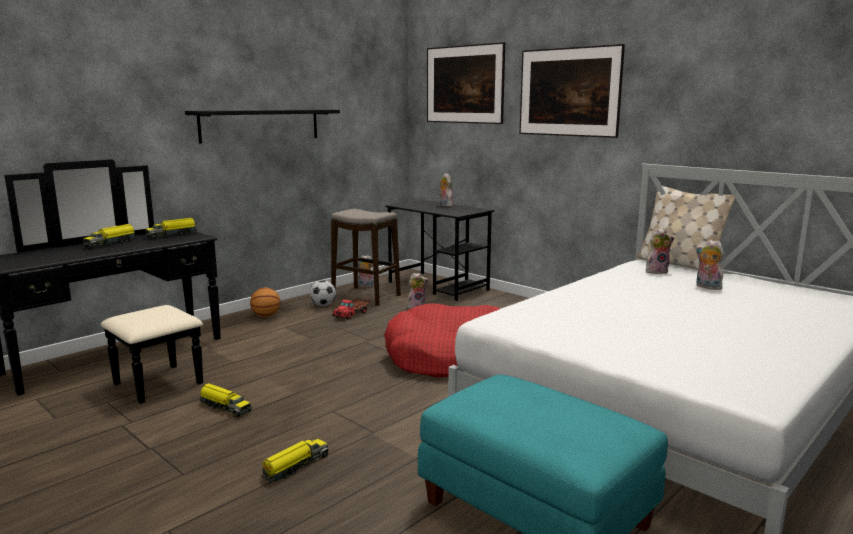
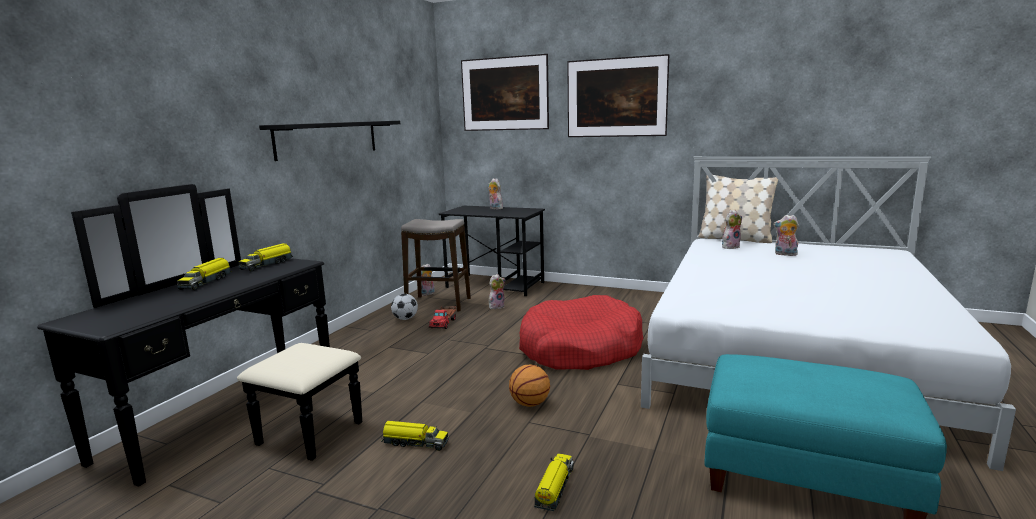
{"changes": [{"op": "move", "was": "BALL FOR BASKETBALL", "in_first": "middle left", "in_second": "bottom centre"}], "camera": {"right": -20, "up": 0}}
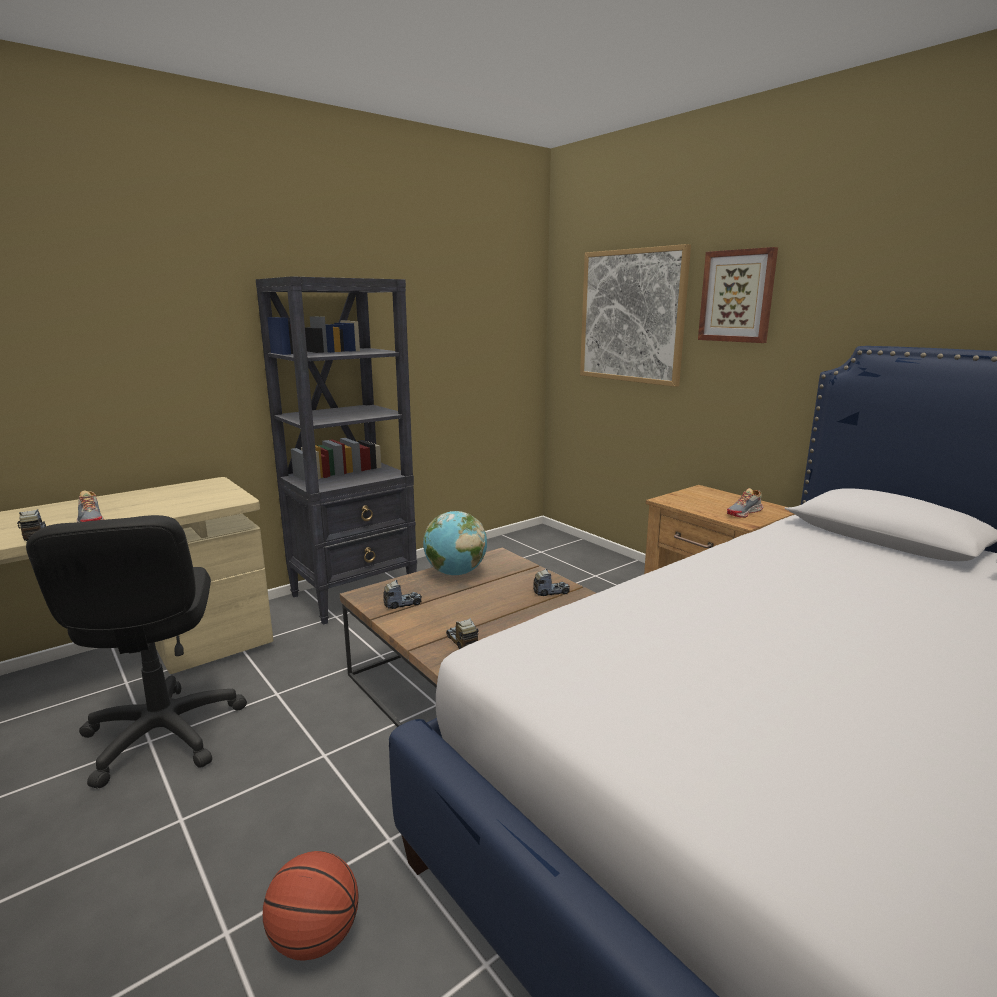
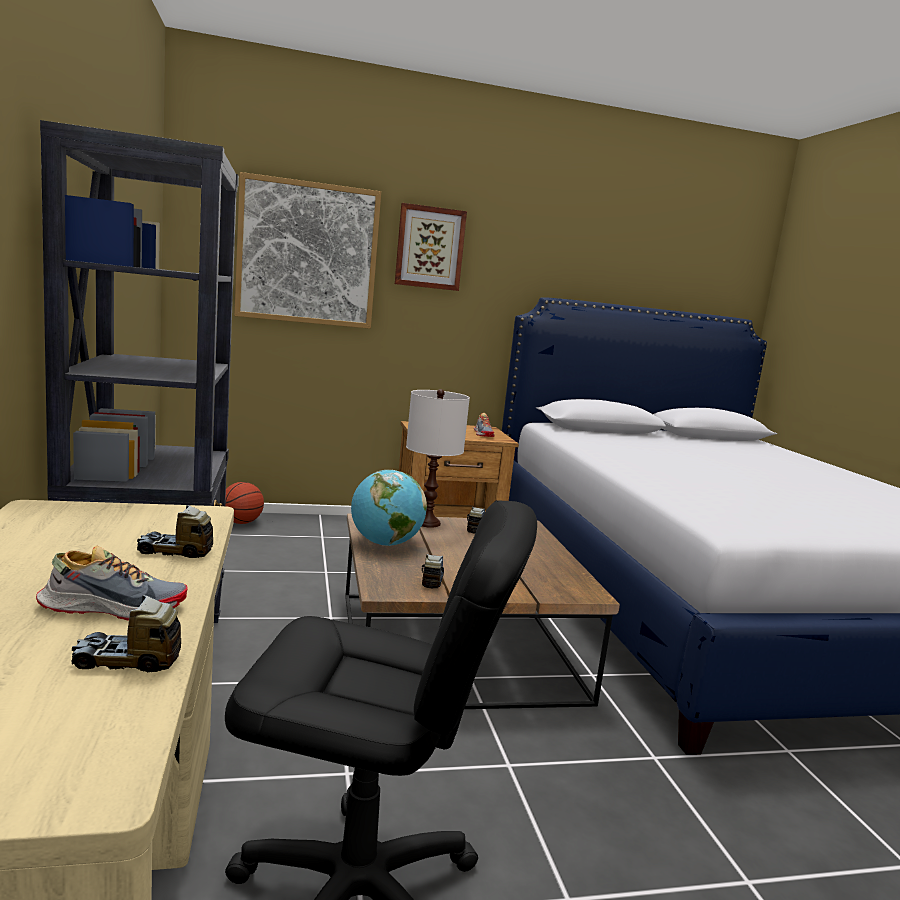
{"changes": [{"op": "move", "was": "TOY TRUCK (3rd from left in the first image)", "now": "TOY TRUCK (2nd from left)", "in_first": "centre", "in_second": "middle left"}, {"op": "move", "was": "BALL FOR BASKETBALL", "in_first": "bottom left", "in_second": "middle left"}, {"op": "insert", "now": "WHITE TABLETOP LAMP", "in_second": "centre"}], "camera": {"right": -65, "up": -5}}
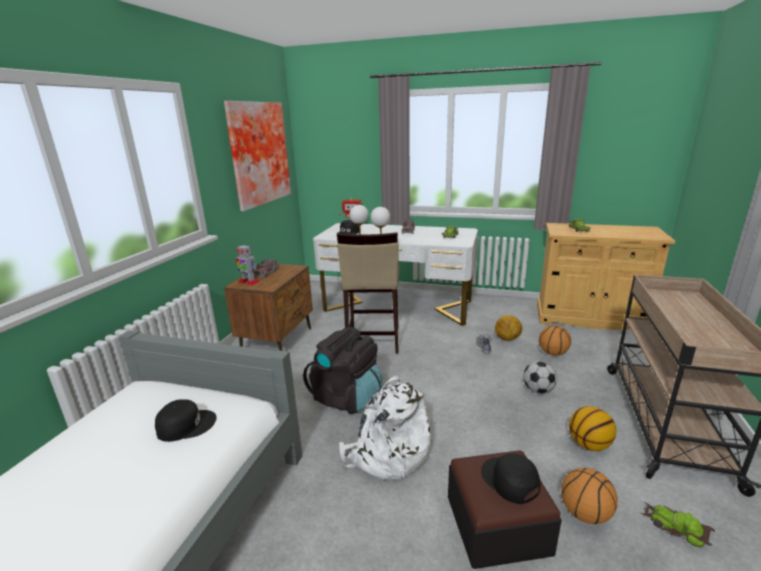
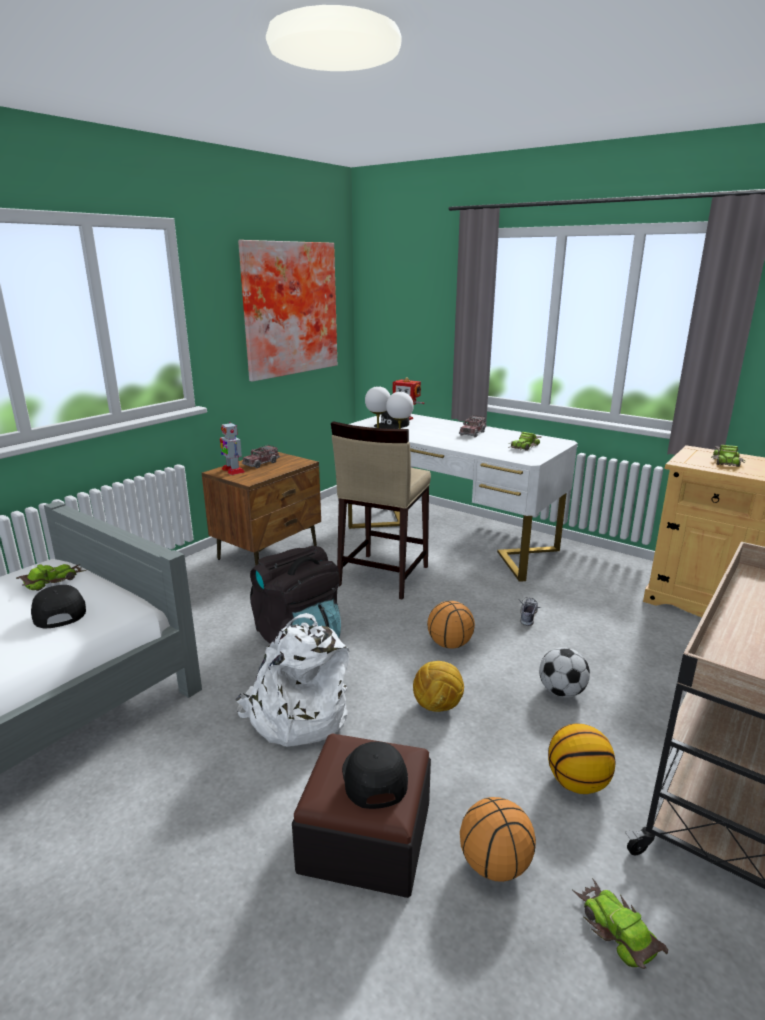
{"changes": [{"op": "move", "was": "FOOTBALL (1st from left)", "in_first": "middle right", "in_second": "bottom centre"}, {"op": "move", "was": "BALL FOR BASKETBALL (1st from left)", "in_first": "middle right", "in_second": "centre"}, {"op": "rotate", "was": "BLACK-COLOURED PEAKED CAP (1st from left)", "in_first": "bottom left", "in_second": "middle left", "clockwise": -120}, {"op": "insert", "now": "MODEL CAR (1st from left)", "in_second": "middle left"}], "camera": {"right": 20, "up": 0}}
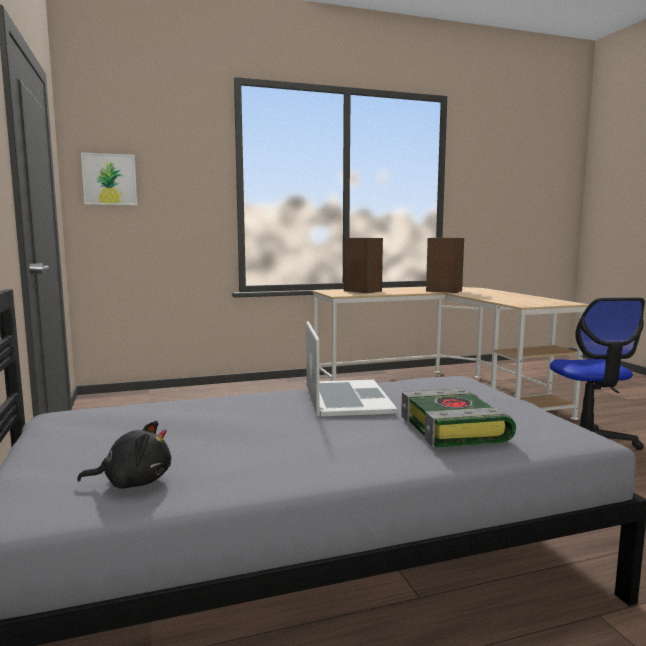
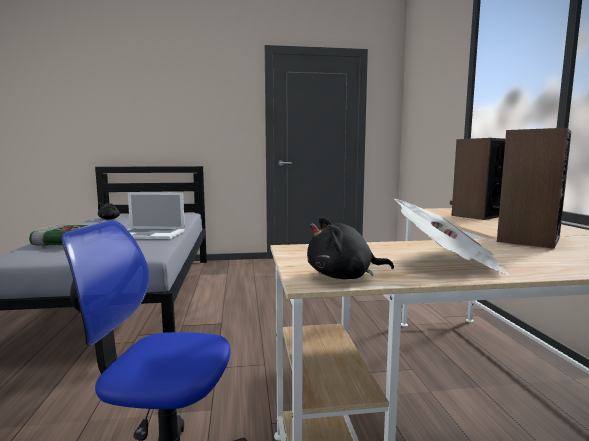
{"changes": [{"op": "delete", "was": "WALL PICTURE", "in_first": "top left"}, {"op": "insert", "now": "PRINTED PAPER", "in_second": "middle right"}, {"op": "insert", "now": "BLACK-COLOURED PLUSH TOY (2nd from left)", "in_second": "centre"}], "camera": {"right": 100, "up": 0}}
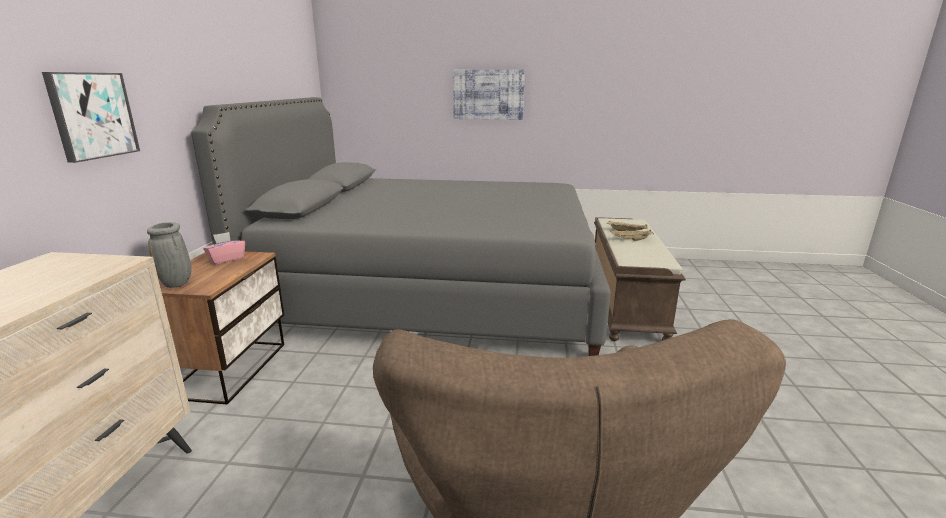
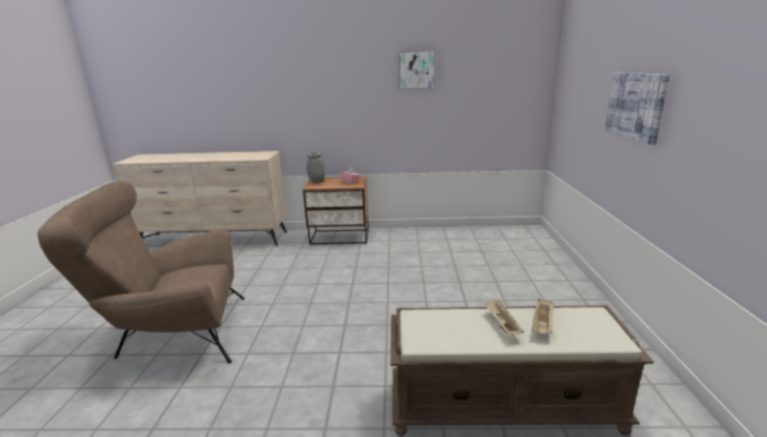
{"changes": [{"op": "move", "was": "WALL PICTURE (1st from left)", "in_first": "top left", "in_second": "top centre"}, {"op": "delete", "was": "GRAY BED", "in_first": "centre"}], "camera": {"right": 85, "up": 0}}
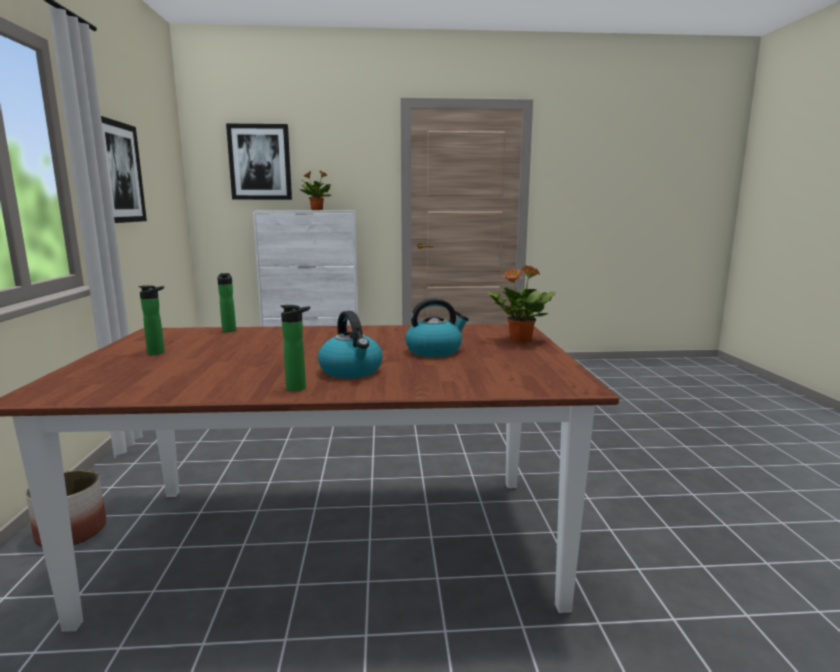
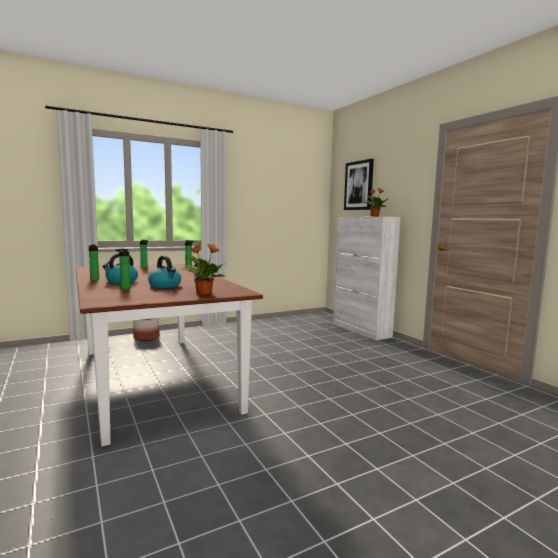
{"changes": [{"op": "delete", "was": "WALL PICTURE (1st from left)", "in_first": "top left"}, {"op": "insert", "now": "DRINK BOTTLE (2nd from left)", "in_second": "middle left"}], "camera": {"right": 65, "up": -5}}
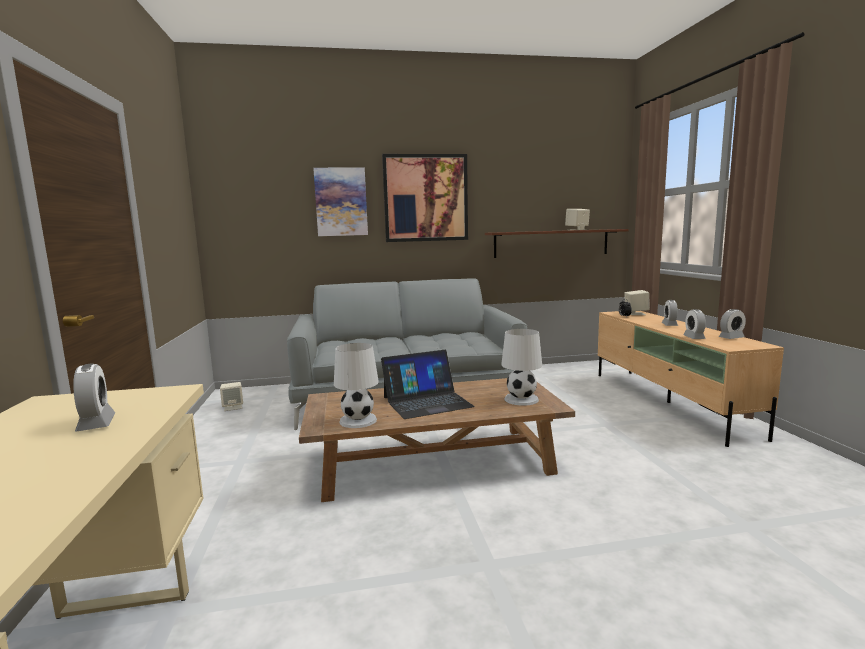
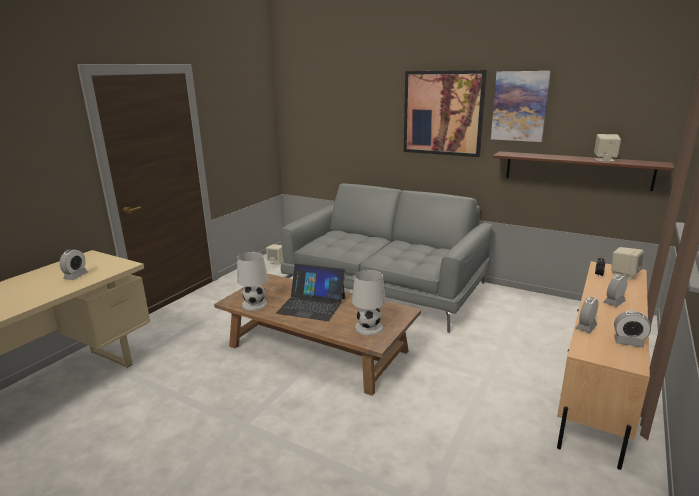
{"changes": [{"op": "move", "was": "WALL PICTURE (1st from left in the first image)", "now": "WALL PICTURE (2nd from left)", "in_first": "top centre", "in_second": "top right"}], "camera": {"right": 40, "up": 10}}
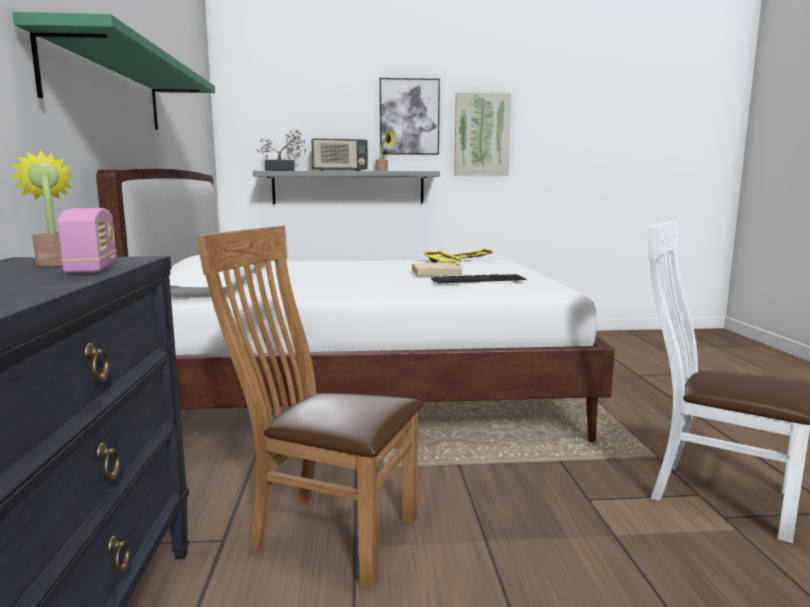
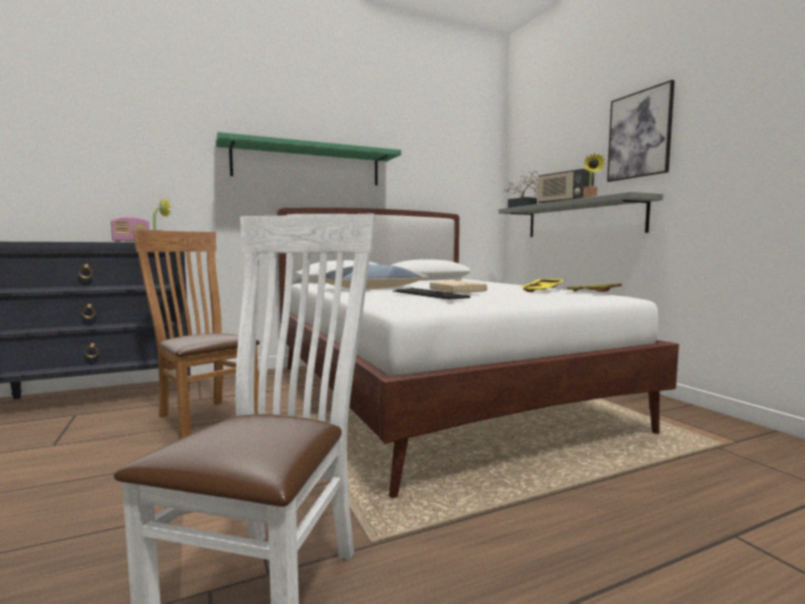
{"changes": [{"op": "delete", "was": "WALL PICTURE (2nd from left)", "in_first": "top centre"}, {"op": "rotate", "was": "BROWN-COLOURED CHAIR", "in_first": "bottom centre", "in_second": "middle left", "clockwise": -45}, {"op": "insert", "now": "THROW PILLOW", "in_second": "centre"}], "camera": {"right": 70, "up": -5}}
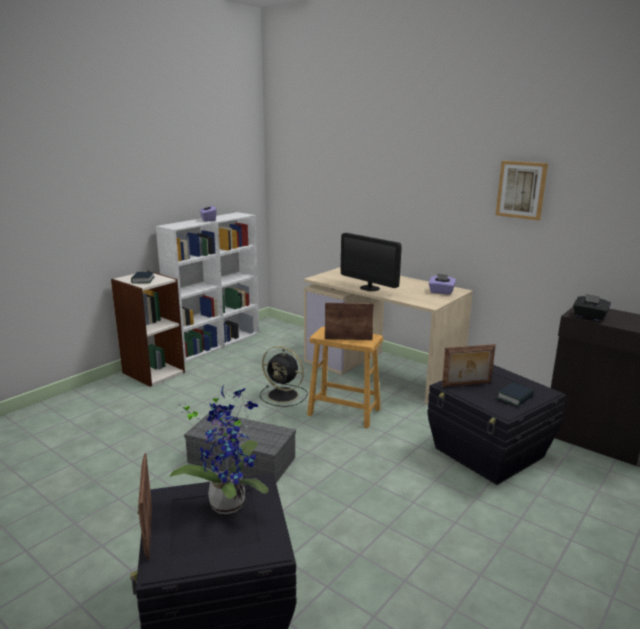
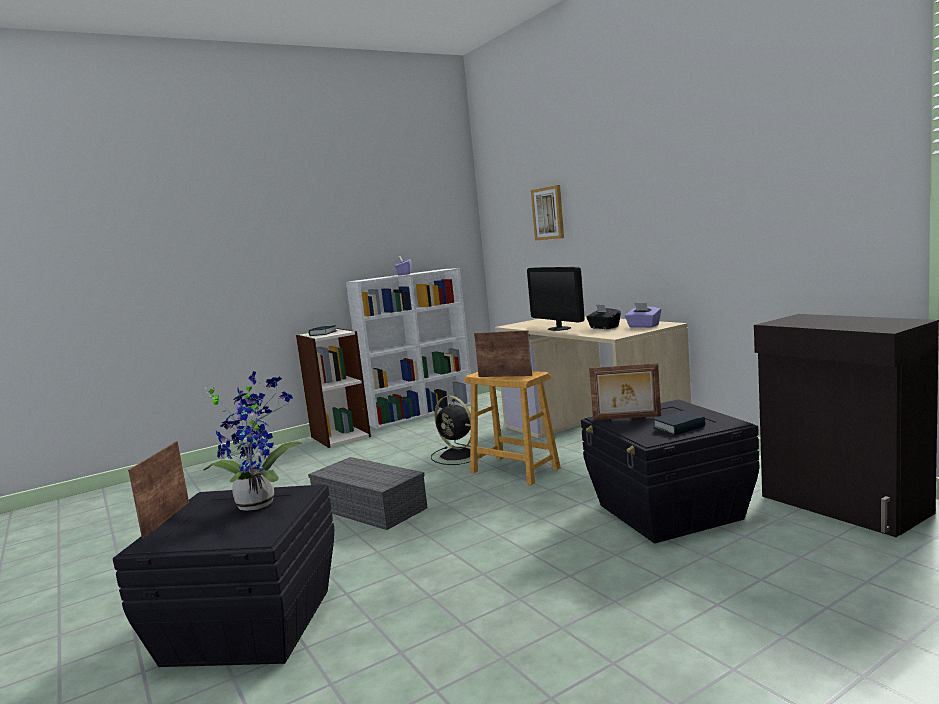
{"changes": [{"op": "move", "was": "WALL PICTURE", "in_first": "top right", "in_second": "top centre"}, {"op": "move", "was": "BLACK-COLOURED TISSUE HOLDER", "in_first": "middle right", "in_second": "centre"}], "camera": {"right": 20, "up": -10}}
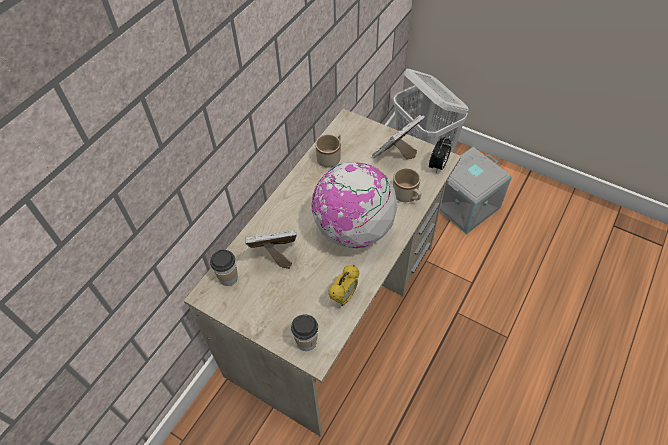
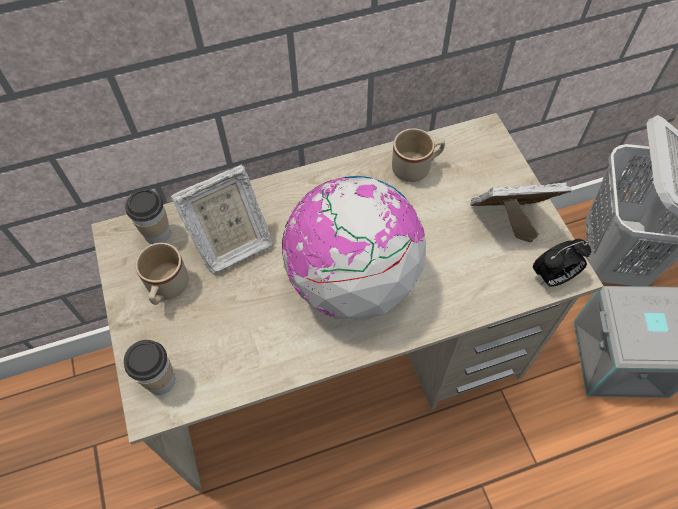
{"changes": [{"op": "move", "was": "SAND-COLOURED MUG (2nd from left in the first image)", "now": "SAND-COLOURED MUG (1st from left)", "in_first": "centre", "in_second": "middle left"}, {"op": "rotate", "was": "STANDING FRAME (1st from left)", "in_first": "centre", "in_second": "middle left", "clockwise": 120}, {"op": "delete", "was": "TABLE CLOCK (1st from left)", "in_first": "centre"}], "camera": {"right": 40, "up": 5}}
